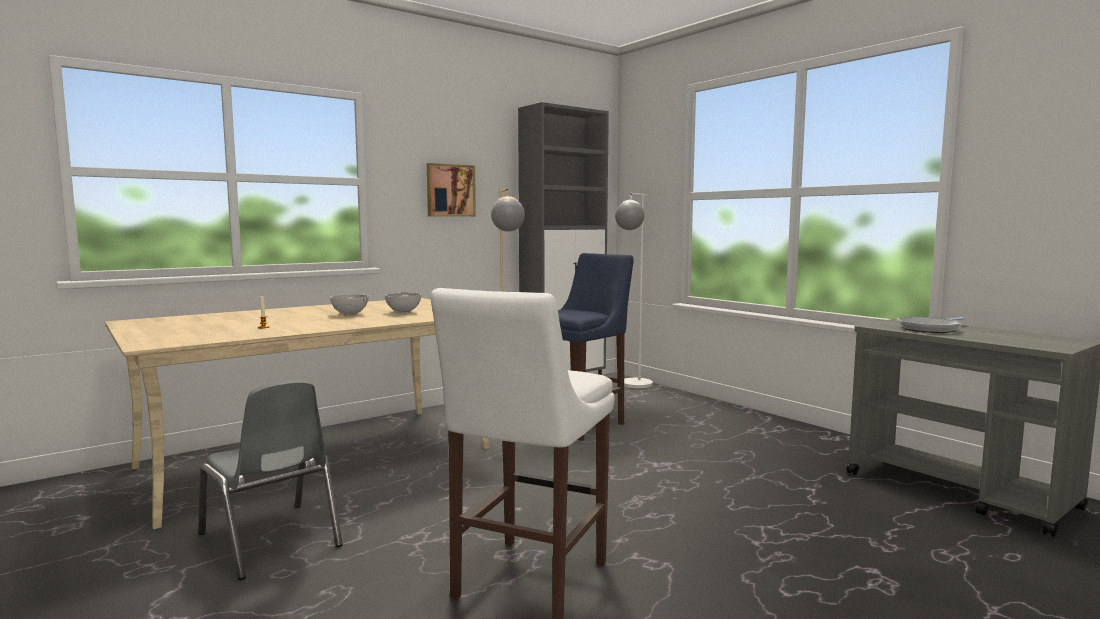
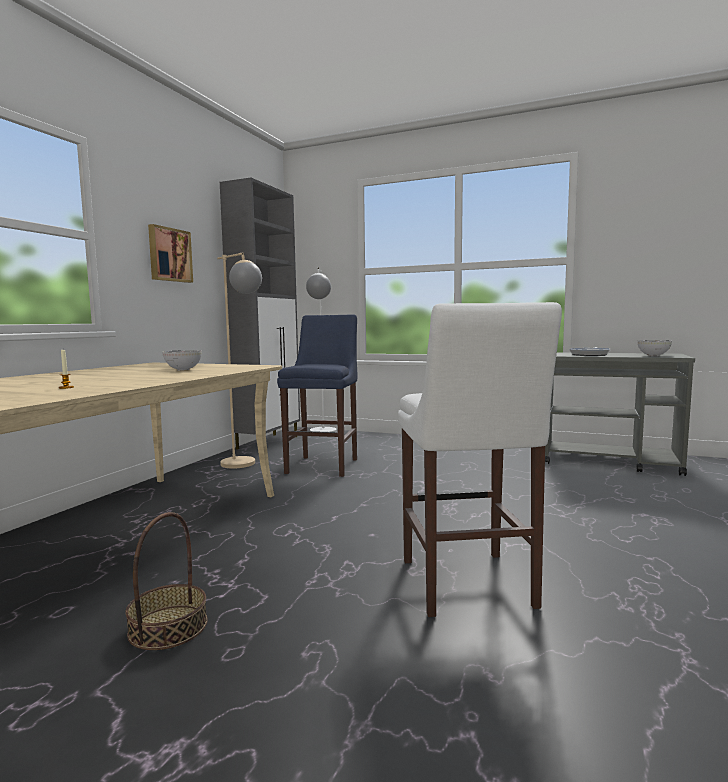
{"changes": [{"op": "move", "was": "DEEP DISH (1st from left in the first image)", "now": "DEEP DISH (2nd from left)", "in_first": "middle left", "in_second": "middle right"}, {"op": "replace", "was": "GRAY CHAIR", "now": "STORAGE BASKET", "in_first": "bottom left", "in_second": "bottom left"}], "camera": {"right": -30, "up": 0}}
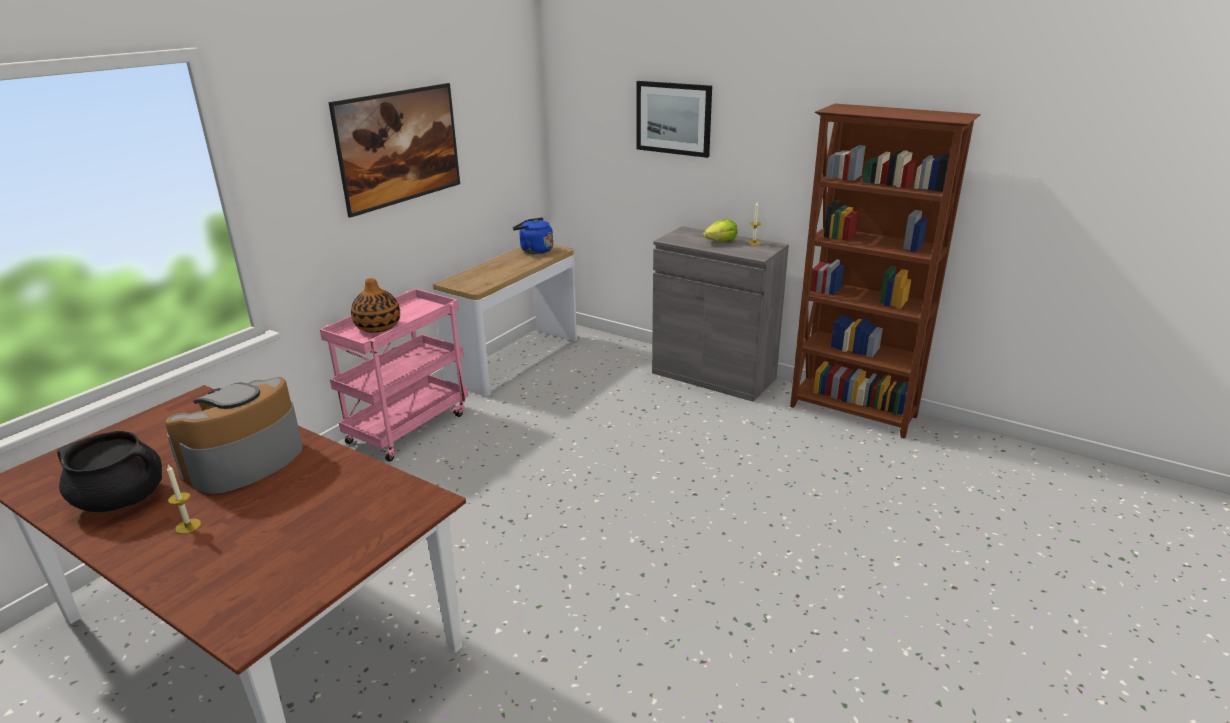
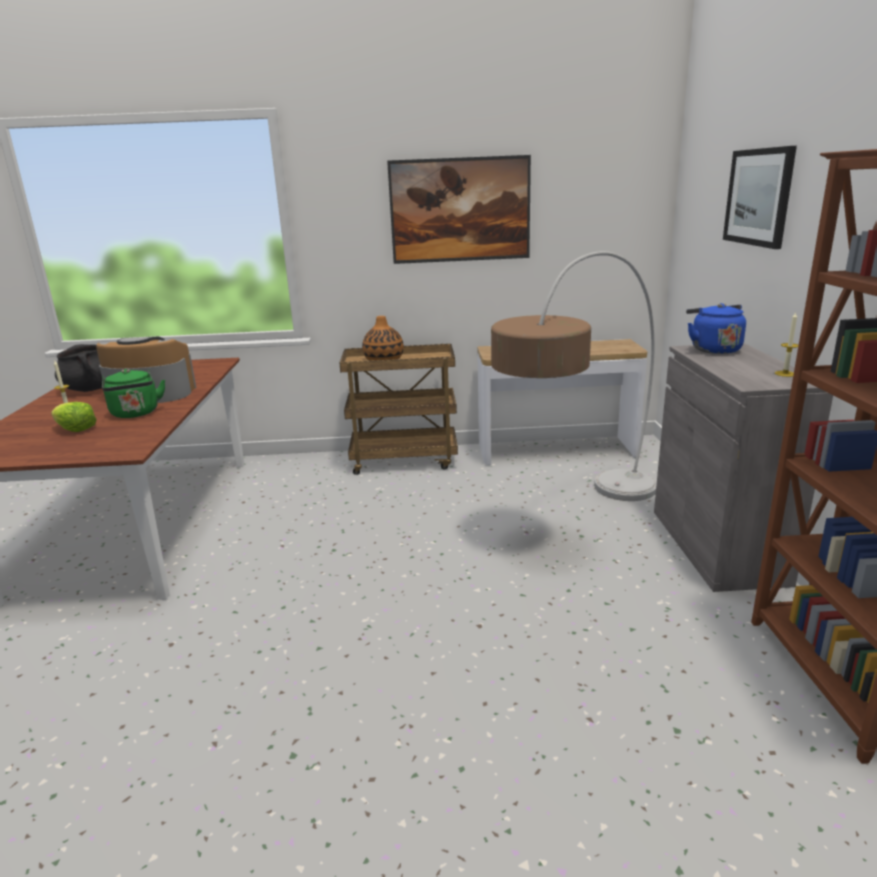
{"changes": [{"op": "move", "was": "BLUE-COLOURED KETTLE", "in_first": "top centre", "in_second": "middle right"}, {"op": "move", "was": "LETTUCE HEAD", "in_first": "top centre", "in_second": "middle left"}, {"op": "recolor", "was": "PINK WHEELED CART", "now": "BROWN-COLOURED WHEELED CART", "in_first": "middle left", "in_second": "centre"}, {"op": "insert", "now": "STANDING LAMP", "in_second": "centre"}, {"op": "insert", "now": "GREENISH KETTLE", "in_second": "middle left"}], "camera": {"right": 55, "up": -5}}
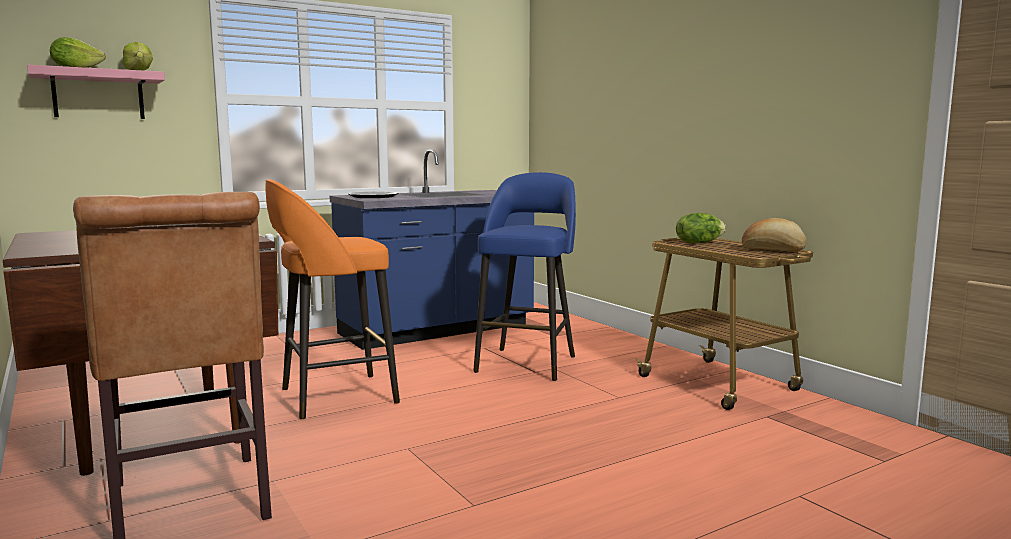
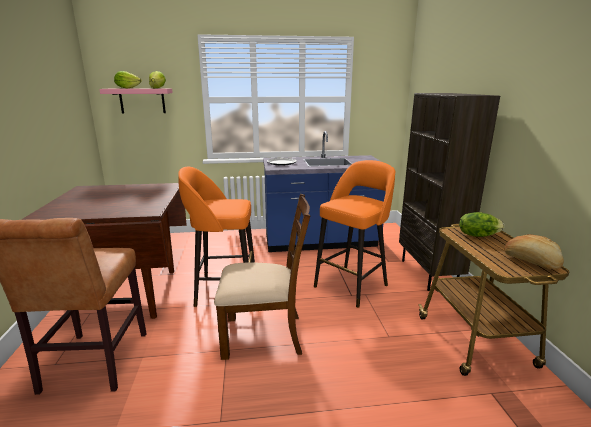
{"changes": [{"op": "recolor", "was": "BLUE-COLOURED STOOL SEAT", "now": "ORANGE STOOL SEAT (2nd from left)", "in_first": "centre", "in_second": "centre"}, {"op": "insert", "now": "BROWN-COLOURED BOOKCASE", "in_second": "middle right"}, {"op": "insert", "now": "BROWN-COLOURED CHAIR (2nd from left)", "in_second": "centre"}], "camera": {"right": 25, "up": 10}}
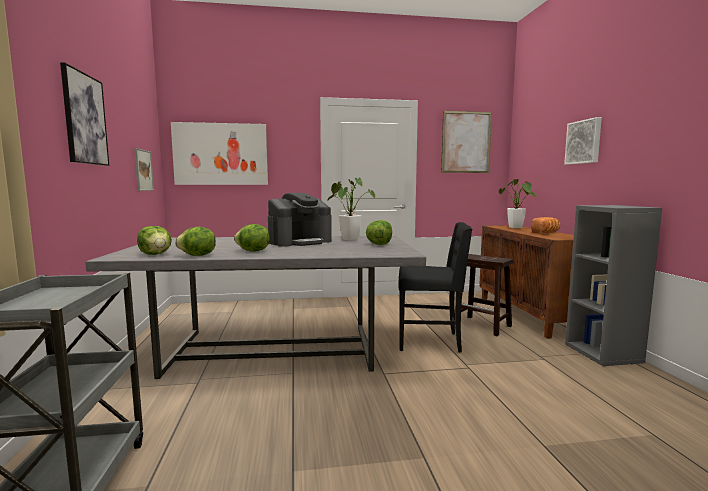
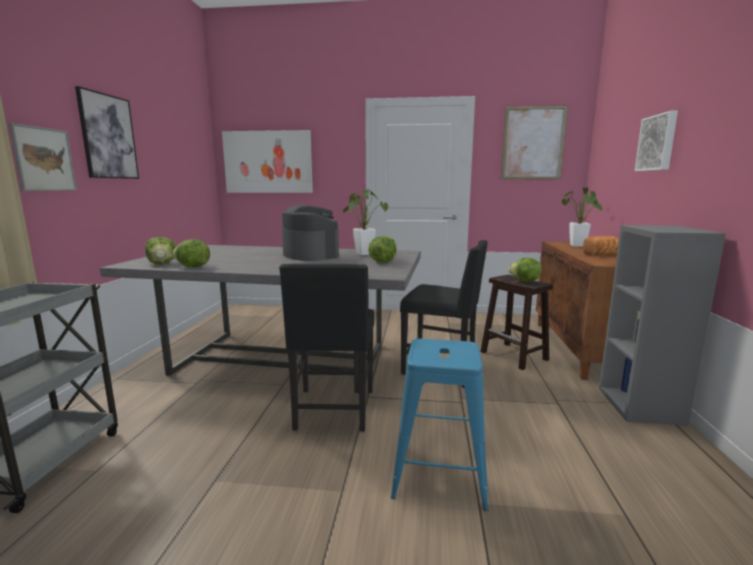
{"changes": [{"op": "move", "was": "WALL PICTURE (2nd from left in the first image)", "now": "WALL PICTURE (1st from left)", "in_first": "middle left", "in_second": "top left"}, {"op": "rotate", "was": "COFFEE MAKER", "in_first": "centre", "in_second": "centre", "clockwise": -105}, {"op": "move", "was": "LETTUCE HEAD (3rd from left in the first image)", "now": "LETTUCE HEAD (4th from left)", "in_first": "centre", "in_second": "middle right"}, {"op": "insert", "now": "BLACK-COLOURED CHAIR (1st from left)", "in_second": "centre"}, {"op": "insert", "now": "BLUE-COLOURED STOOL SEAT", "in_second": "bottom centre"}], "camera": {"right": 15, "up": 5}}
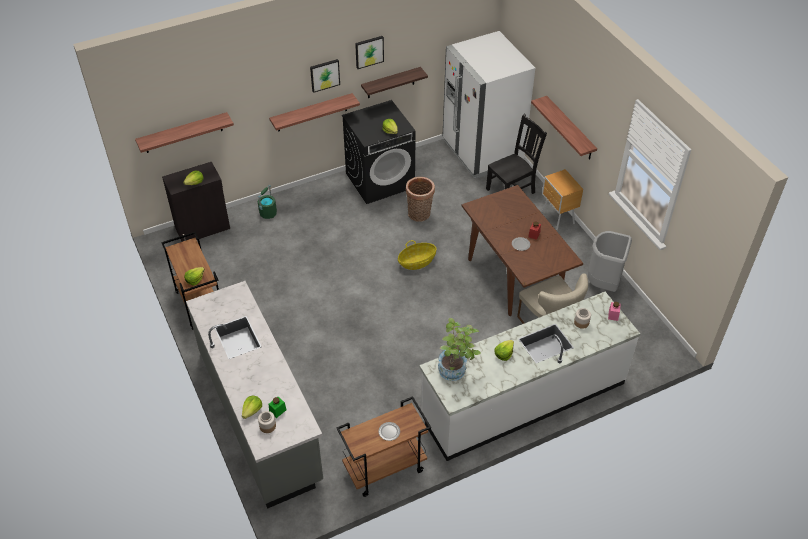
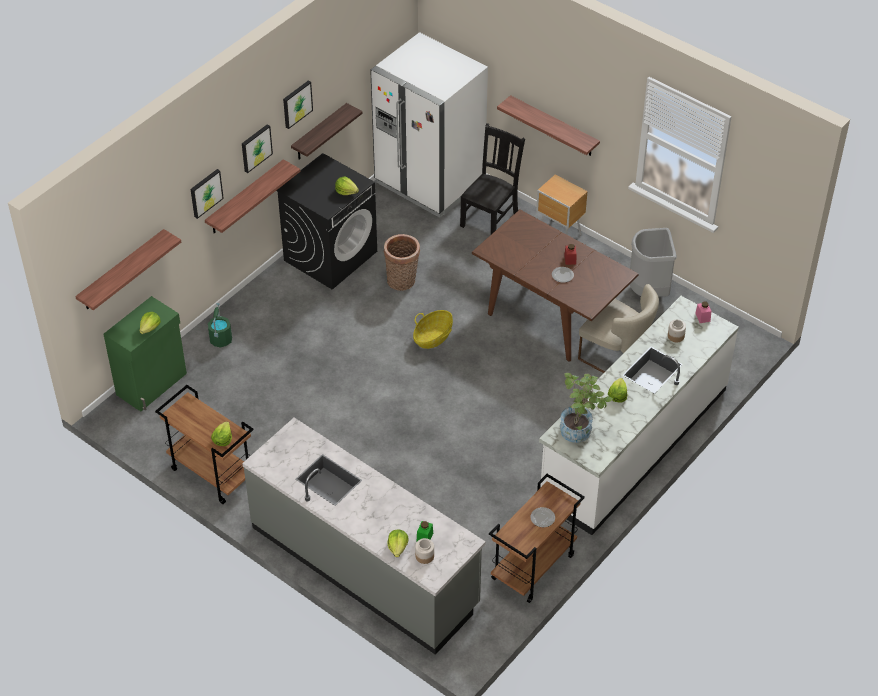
{"changes": [{"op": "recolor", "was": "BLACK-COLOURED STORAGE CABINET", "now": "GREENISH STORAGE CABINET", "in_first": "middle left", "in_second": "middle left"}, {"op": "insert", "now": "WALL PICTURE (1st from left)", "in_second": "top left"}], "camera": {"right": -25, "up": 0}}
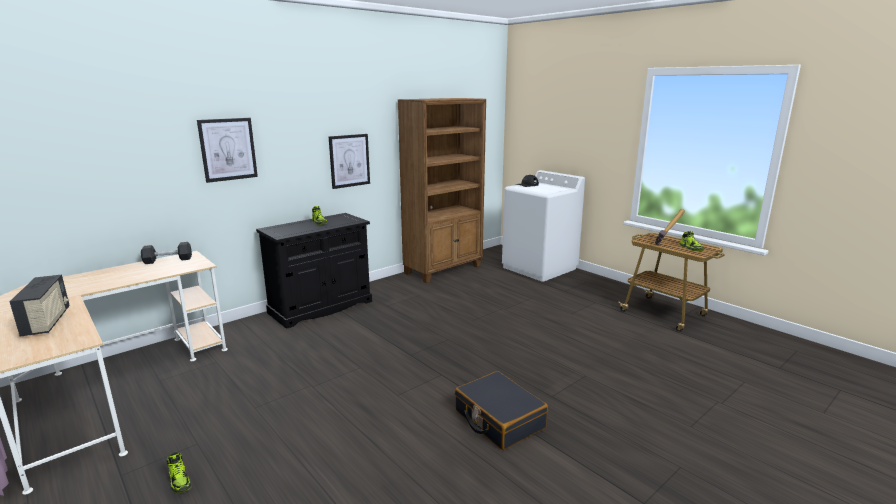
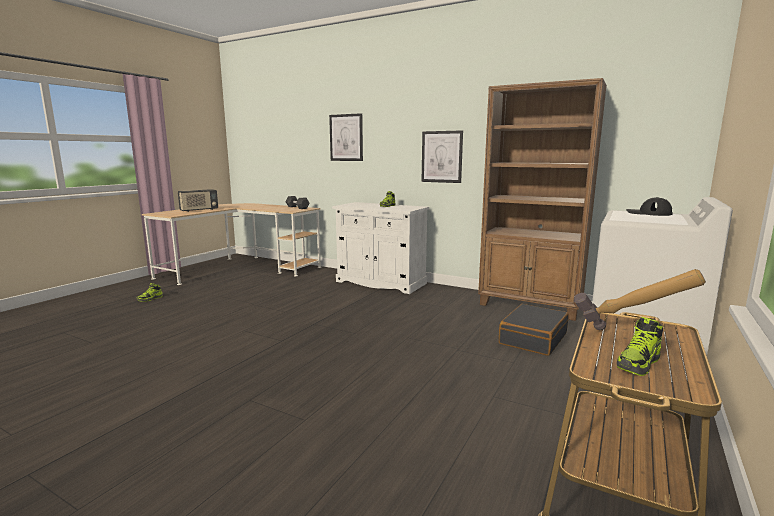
{"changes": [{"op": "recolor", "was": "BLACK-COLOURED STORAGE CABINET", "now": "WHITE STORAGE CABINET", "in_first": "centre", "in_second": "centre"}, {"op": "move", "was": "BLACK-COLOURED PIECE OF LUGGAGE", "in_first": "bottom centre", "in_second": "middle right"}], "camera": {"right": 70, "up": -5}}
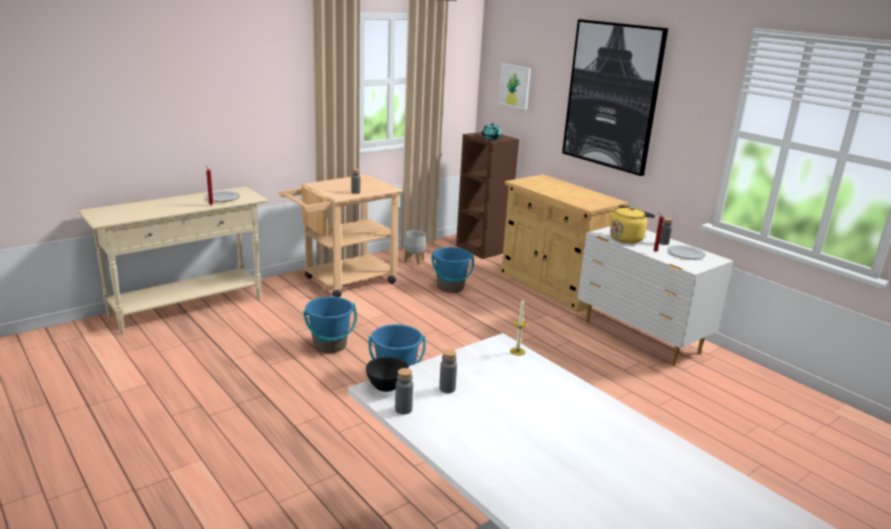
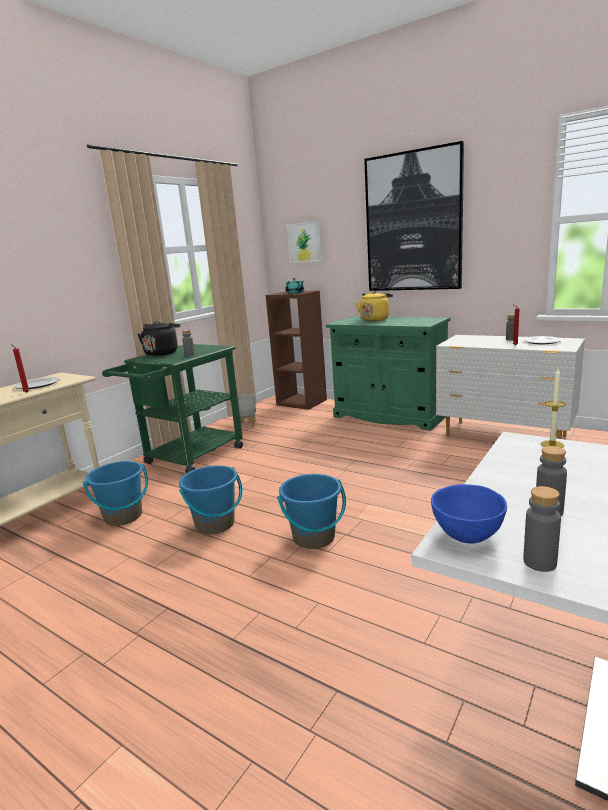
{"changes": [{"op": "recolor", "was": "SAND-COLOURED WHEELED CART", "now": "GREENISH WHEELED CART", "in_first": "centre", "in_second": "middle left"}, {"op": "recolor", "was": "SAND-COLOURED STORAGE CABINET", "now": "GREENISH STORAGE CABINET", "in_first": "centre", "in_second": "centre"}, {"op": "move", "was": "YELLOWISH KETTLE", "in_first": "middle right", "in_second": "centre"}, {"op": "move", "was": "BLUE-COLOURED PAIL (3rd from left in the first image)", "now": "BLUE-COLOURED PAIL (1st from left)", "in_first": "centre", "in_second": "middle left"}, {"op": "recolor", "was": "BLACK-COLOURED DEEP DISH", "now": "BLUE-COLOURED DEEP DISH", "in_first": "bottom centre", "in_second": "middle right"}, {"op": "insert", "now": "BLACK-COLOURED KETTLE", "in_second": "middle left"}], "camera": {"right": -15, "up": -5}}
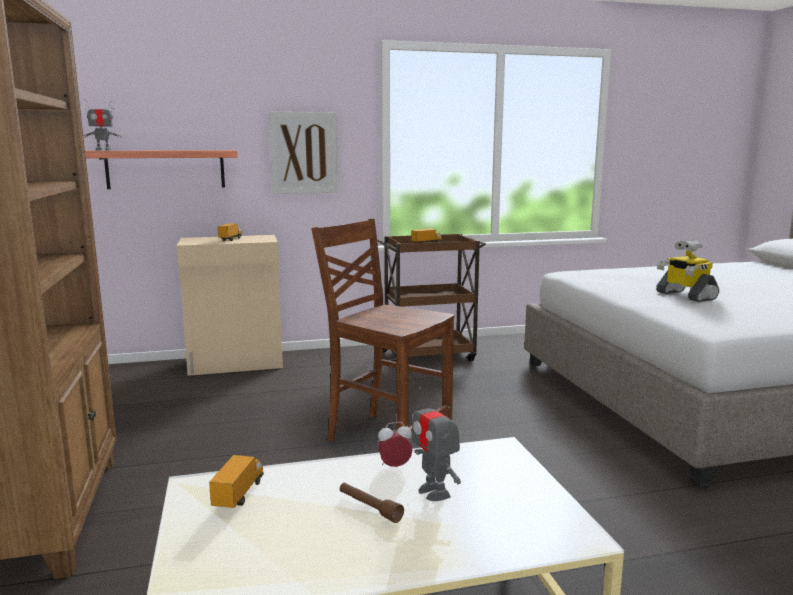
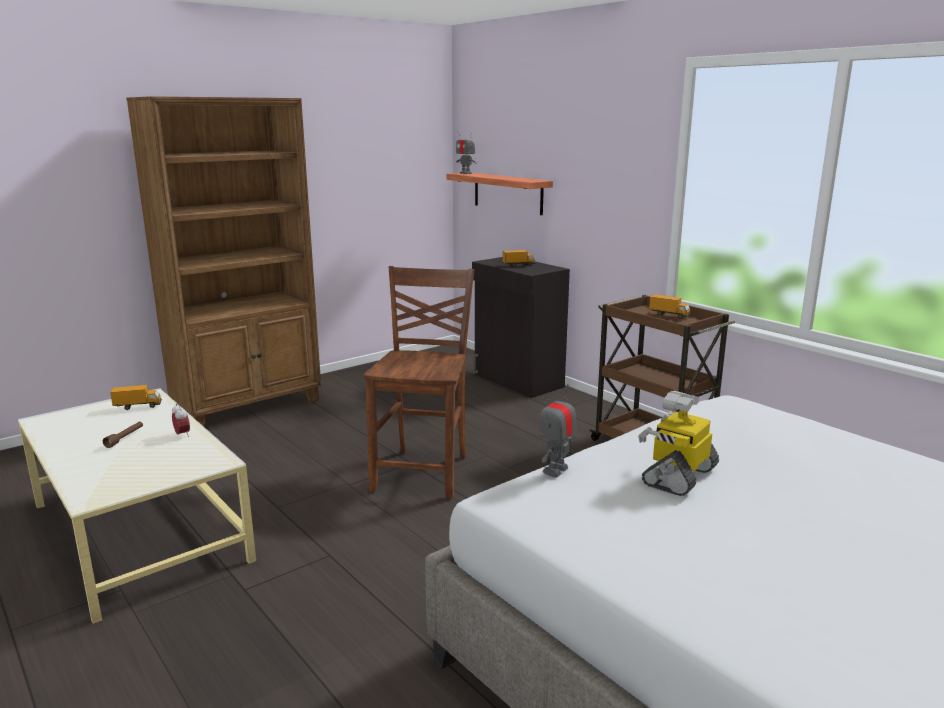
{"changes": [{"op": "delete", "was": "WALL PICTURE", "in_first": "top centre"}, {"op": "recolor", "was": "SAND-COLOURED STORAGE CABINET", "now": "BLACK-COLOURED STORAGE CABINET", "in_first": "middle left", "in_second": "centre"}, {"op": "move", "was": "TOY ROBOT (2nd from left)", "in_first": "bottom centre", "in_second": "centre"}], "camera": {"right": 65, "up": 5}}
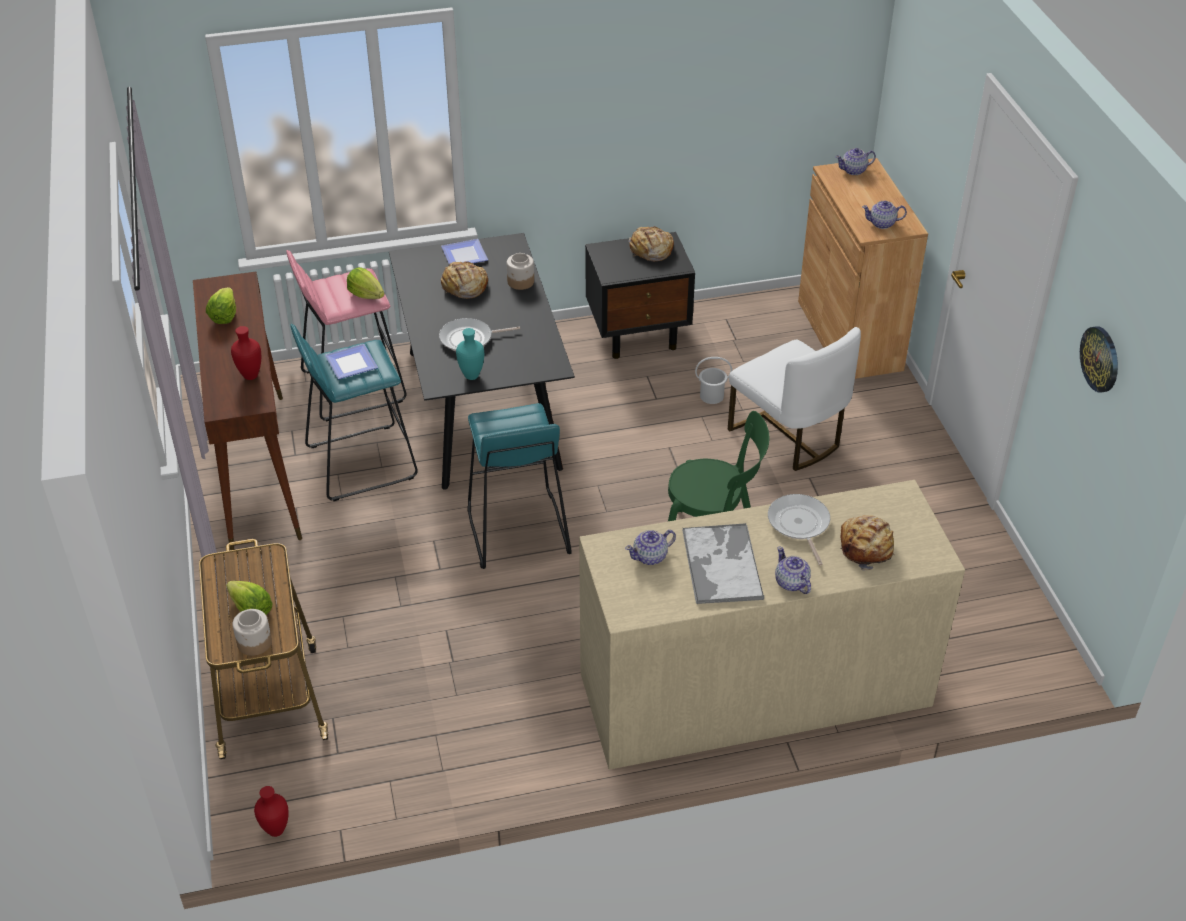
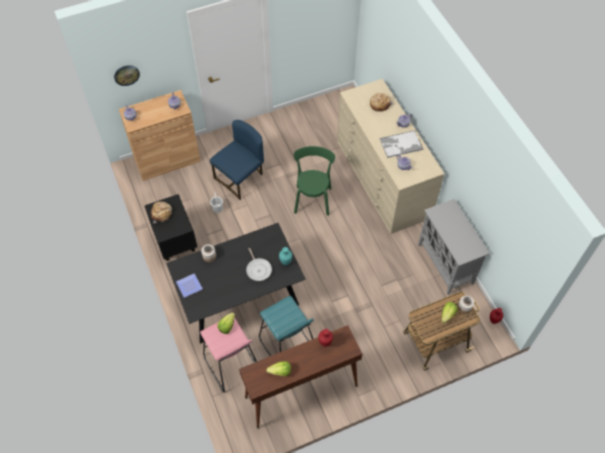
{"changes": [{"op": "delete", "was": "BAKED BREAD (1st from left)", "in_first": "top centre"}, {"op": "move", "was": "CLOCK ON THE WALL", "in_first": "middle right", "in_second": "top left"}, {"op": "recolor", "was": "WHITE CHAIR", "now": "BLUE-COLOURED CHAIR", "in_first": "middle right", "in_second": "centre"}, {"op": "delete", "was": "FLAT DISH (1st from left)", "in_first": "middle left"}, {"op": "delete", "was": "BLUE-GREEN STOOL SEAT (2nd from left)", "in_first": "centre"}, {"op": "delete", "was": "PAN (2nd from left)", "in_first": "middle right"}, {"op": "insert", "now": "GRAY STORAGE CABINET", "in_second": "middle right"}], "camera": {"right": -100, "up": 15}}
